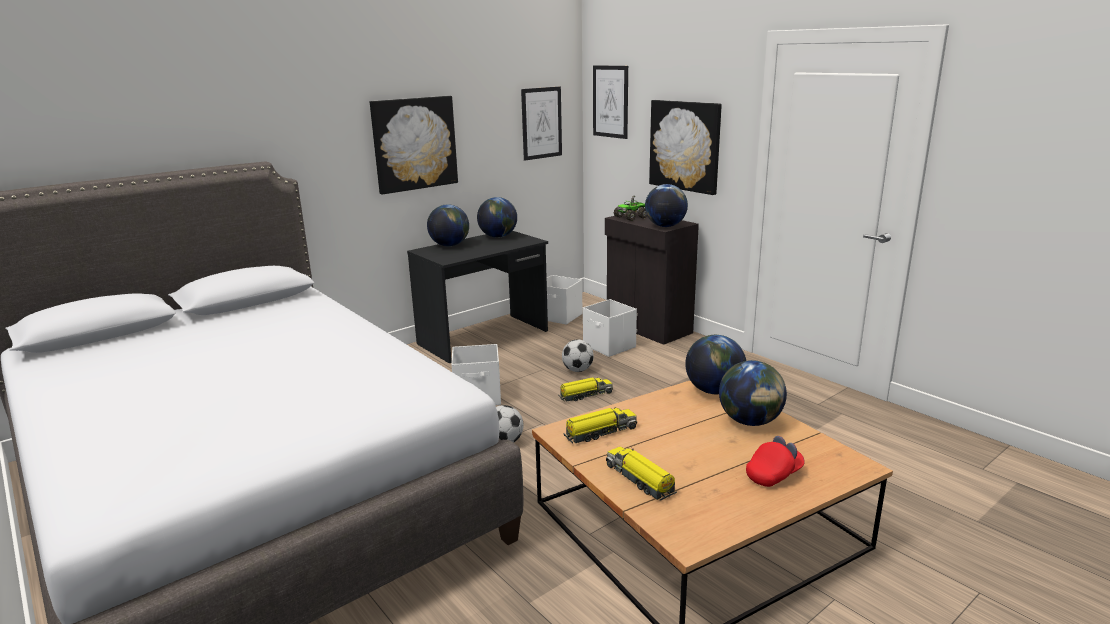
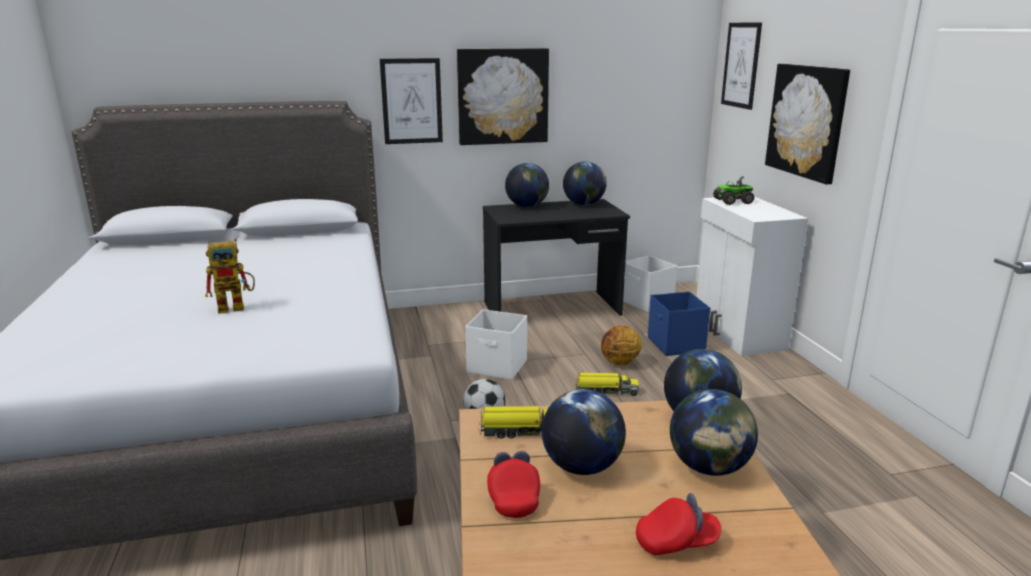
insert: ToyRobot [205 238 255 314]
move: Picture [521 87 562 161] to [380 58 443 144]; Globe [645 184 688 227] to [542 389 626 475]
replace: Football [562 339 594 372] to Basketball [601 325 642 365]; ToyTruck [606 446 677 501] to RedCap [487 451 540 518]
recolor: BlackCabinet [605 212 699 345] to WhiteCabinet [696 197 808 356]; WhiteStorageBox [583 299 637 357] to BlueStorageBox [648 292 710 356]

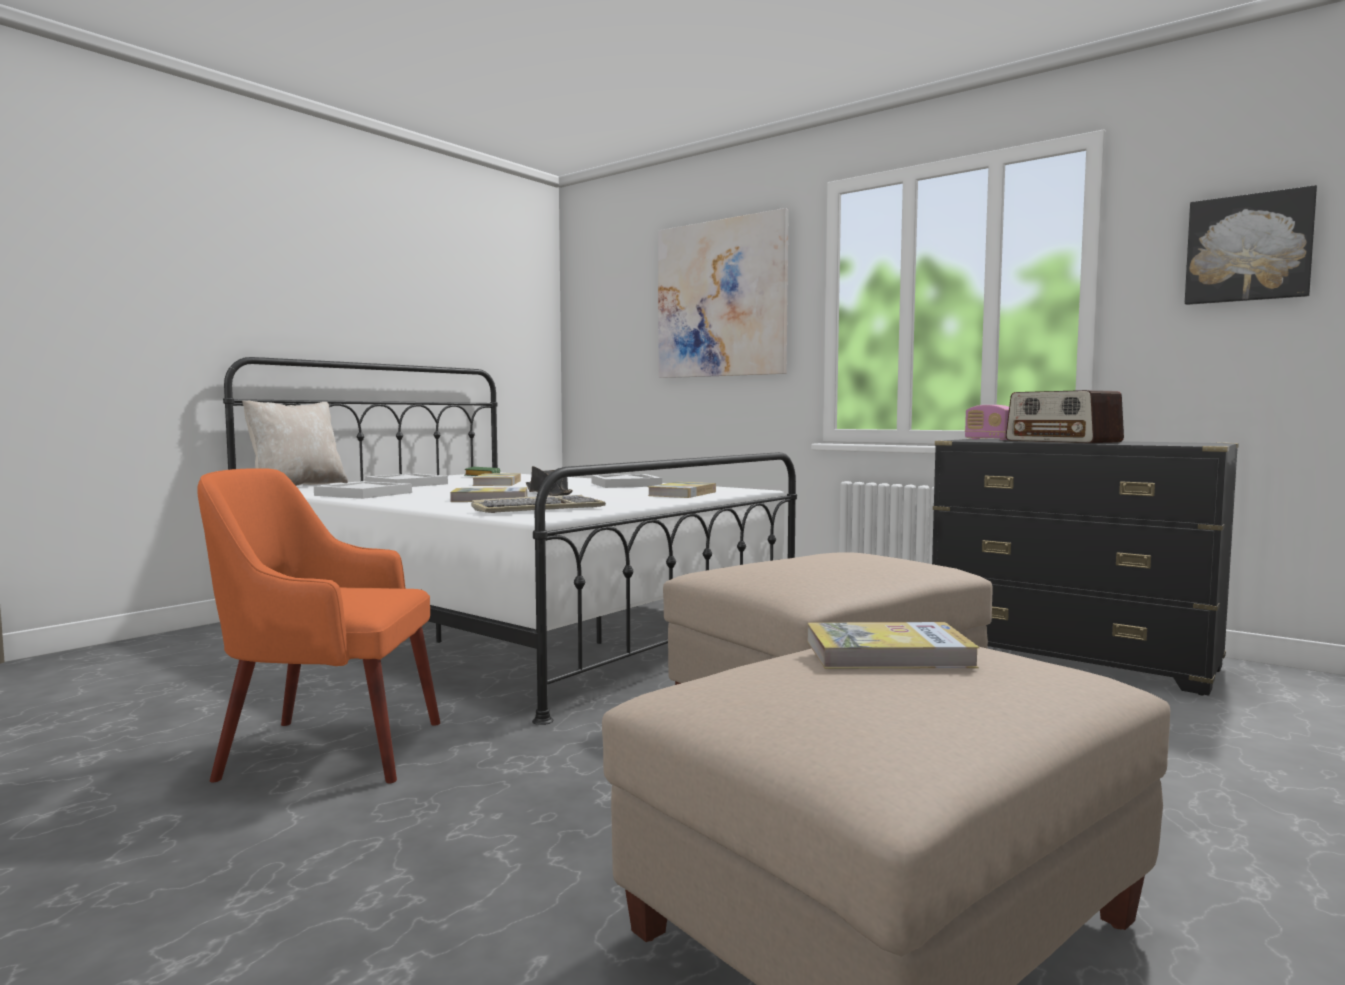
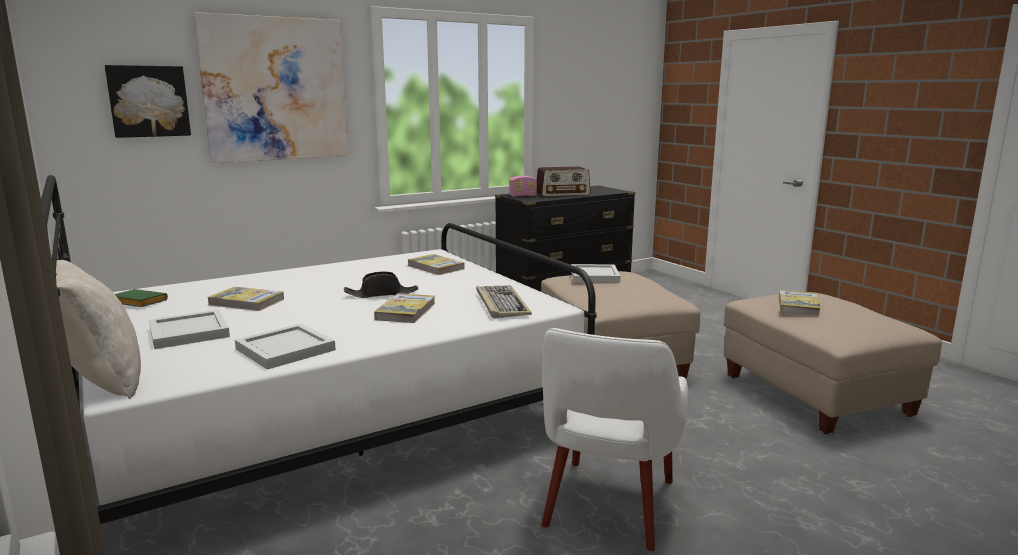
move: Picture [1185 185 1317 305] to [105 65 191 138]; WhiteTray [591 474 662 488] to [571 264 621 282]
recolor: OrangeArmchair [198 468 440 783] to WhiteArmchair [541 328 688 551]

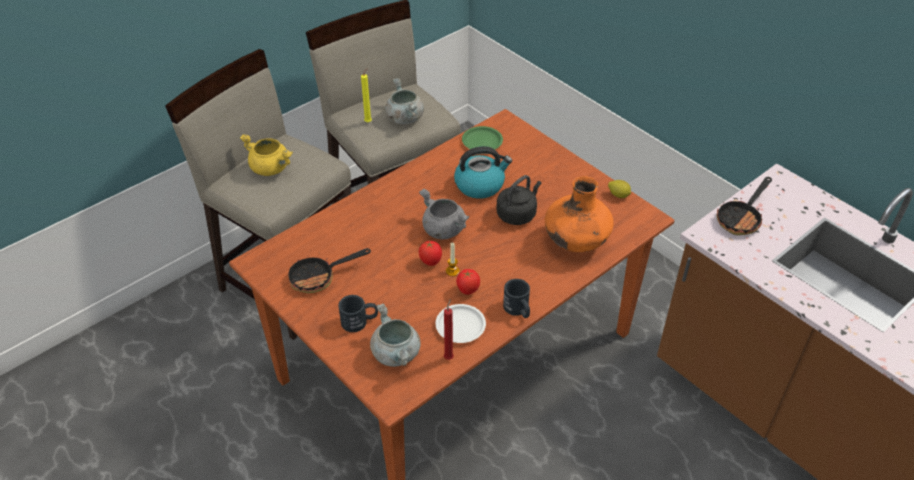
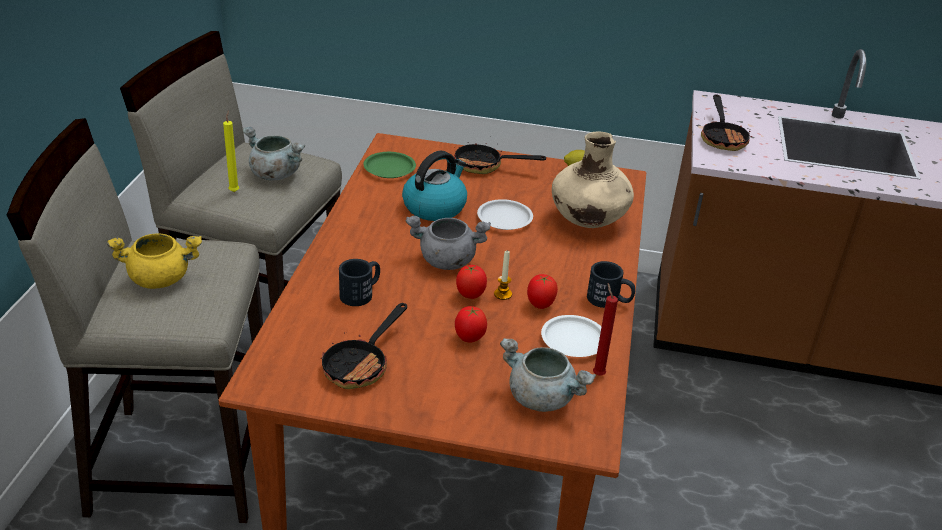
insert: FryingPan [454 143 546 174]; Tomato [455 306 487 343]
move: BlackMug [338 295 378 332] to [339 259 380 306]
replace: BlackKettle [496 175 541 225] to WhitePlate [477 199 533 230]
recolor: OrangeVase [545 176 614 252] to BeigeVase [552 131 634 228]

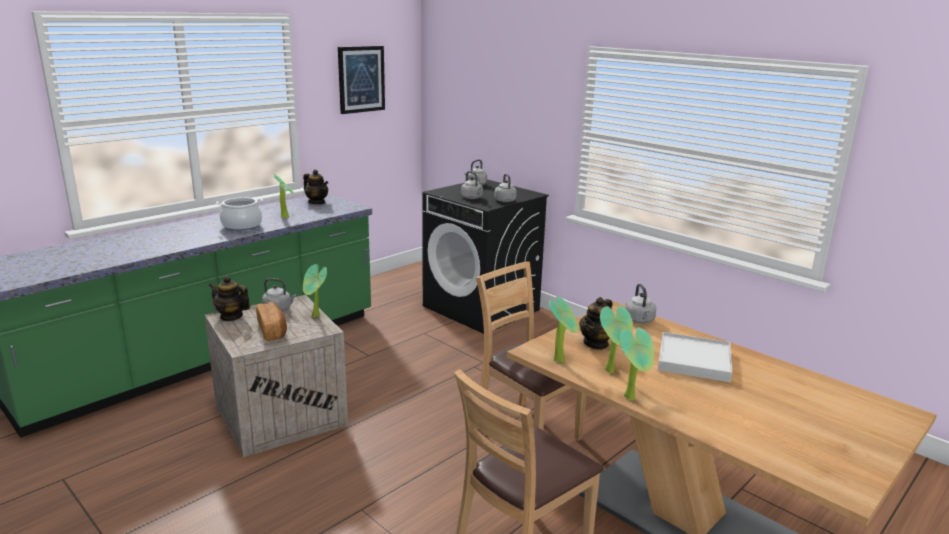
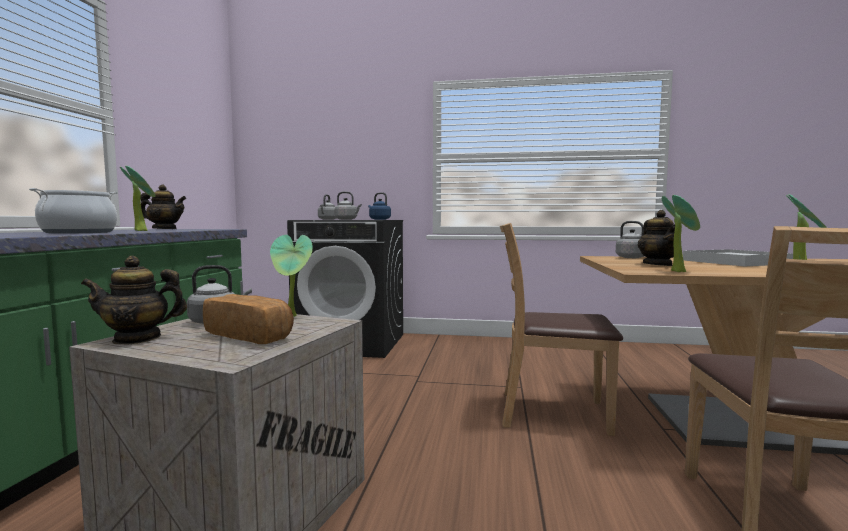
delete: Picture [338 46 385 114]; PottedPlant [600 306 633 374]
recolor: GreyKettle [494 174 517 202] to BlueKettle [368 192 391 220]

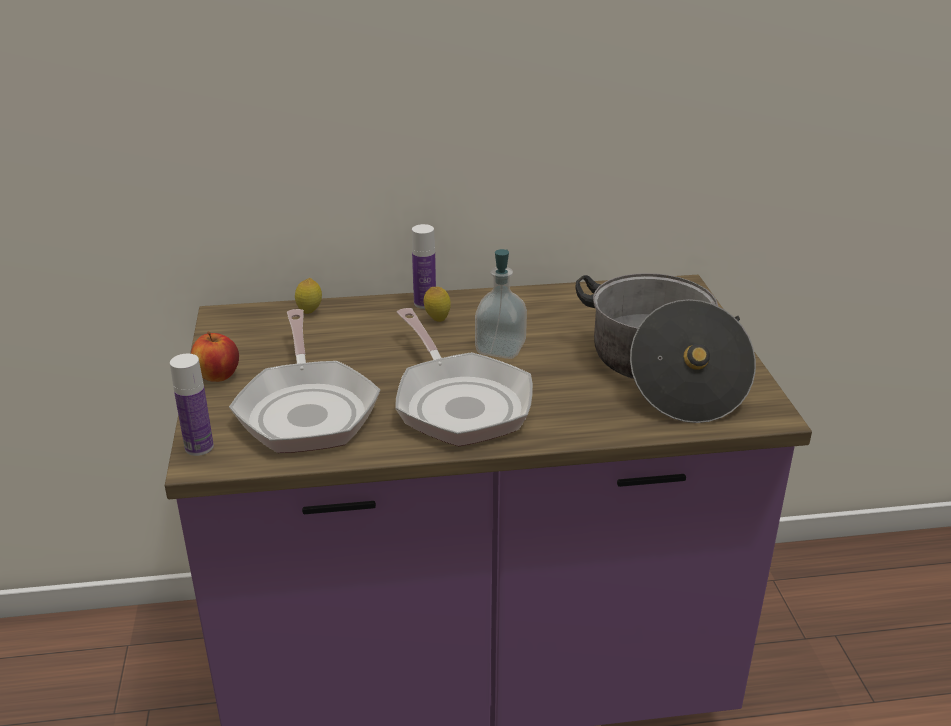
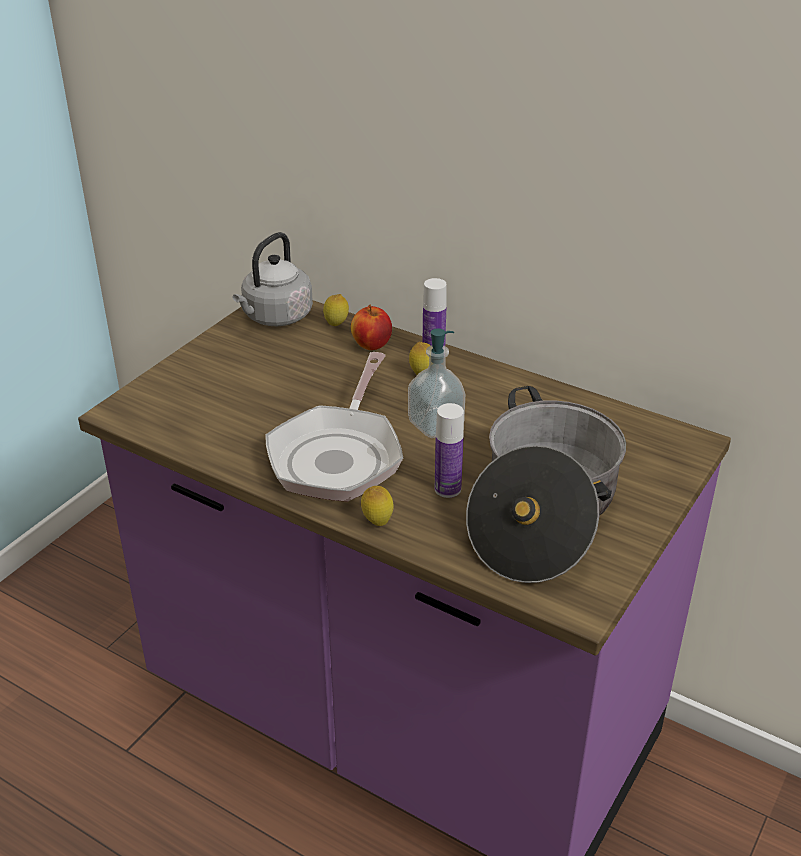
delete: FryingPan [229 309 381 453]
insert: GreyKettle [232 232 313 326]; Lemon [361 486 393 526]
move: Apple [191 331 239 382] to [351 305 392 350]; Bottle [170 354 214 456] to [435 403 464 498]

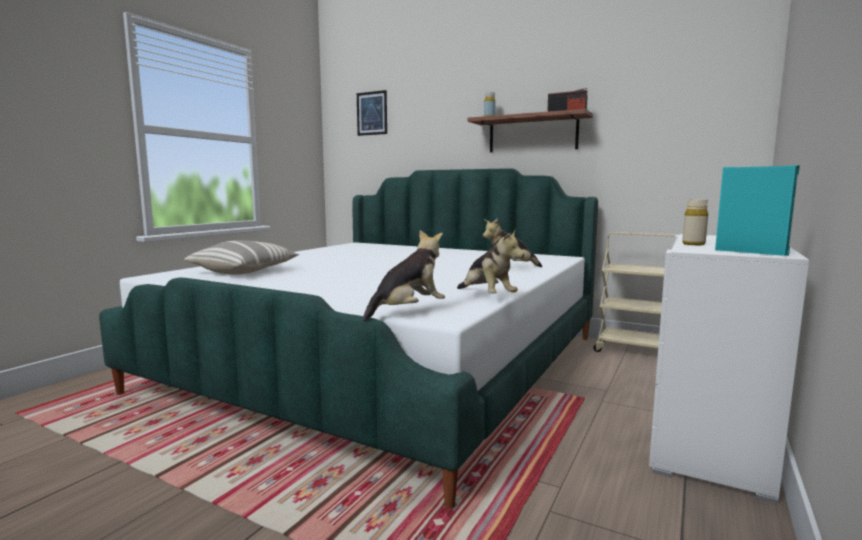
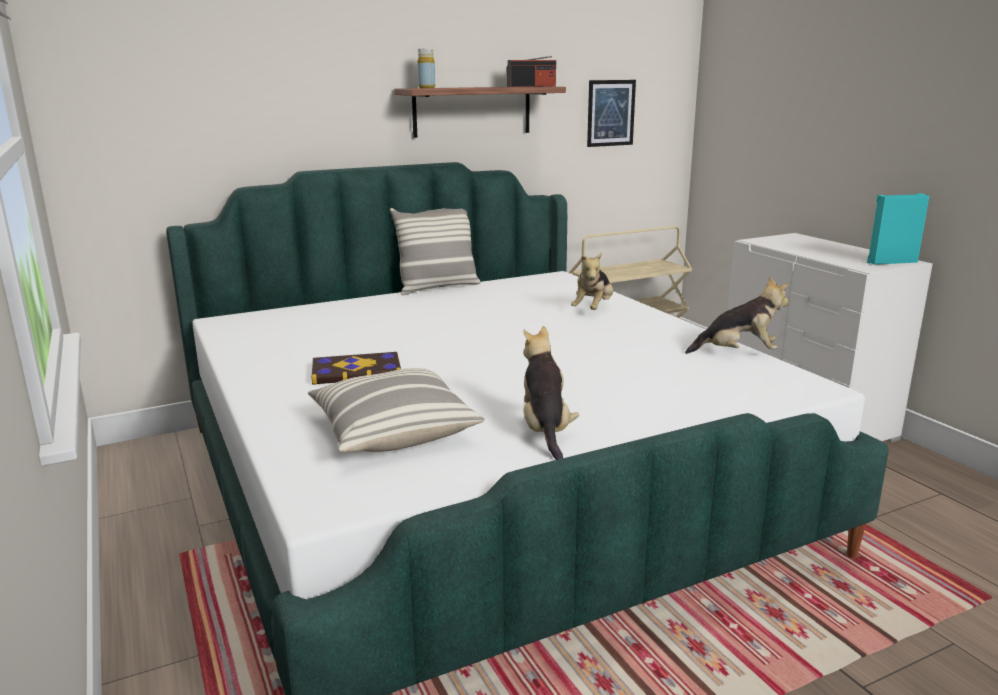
delete: BeigeBottle [682 200 708 245]
insert: Pillow [390 208 481 295]; Book [312 352 401 385]
move: Picture [357 90 387 136] to [587 80 636 147]; PlushToy [362 230 445 321] to [523 326 579 460]

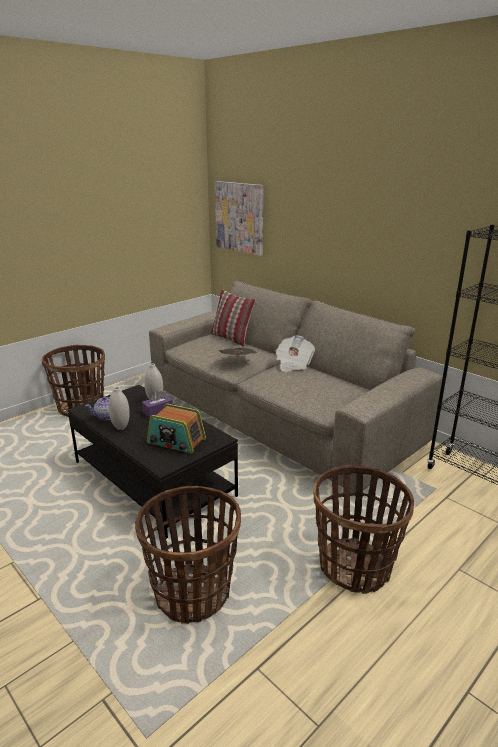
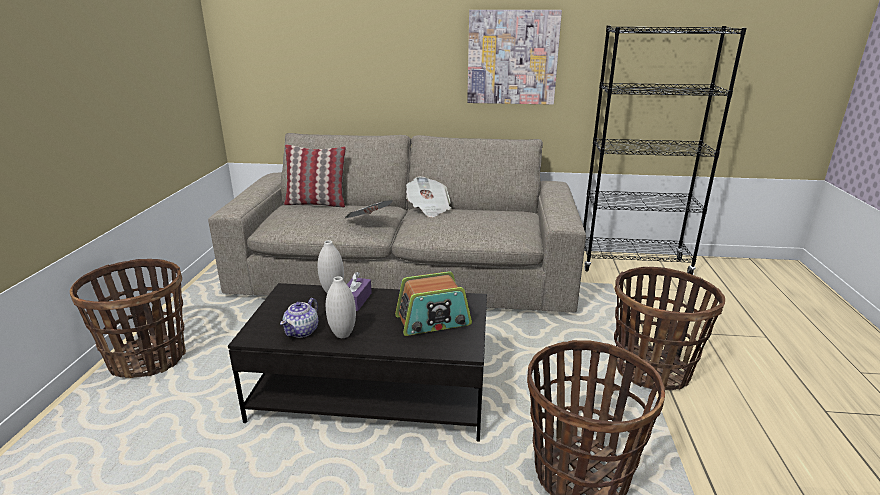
move: Picture [215 181 263 256] to [467 10 562 105]

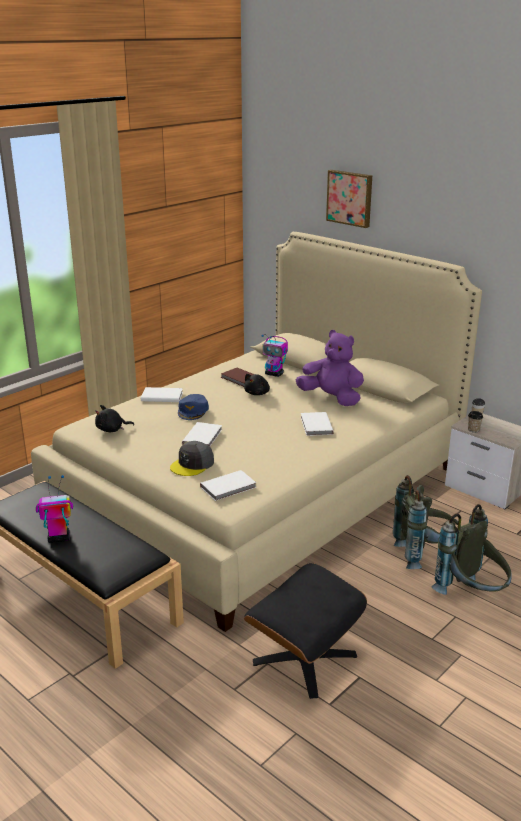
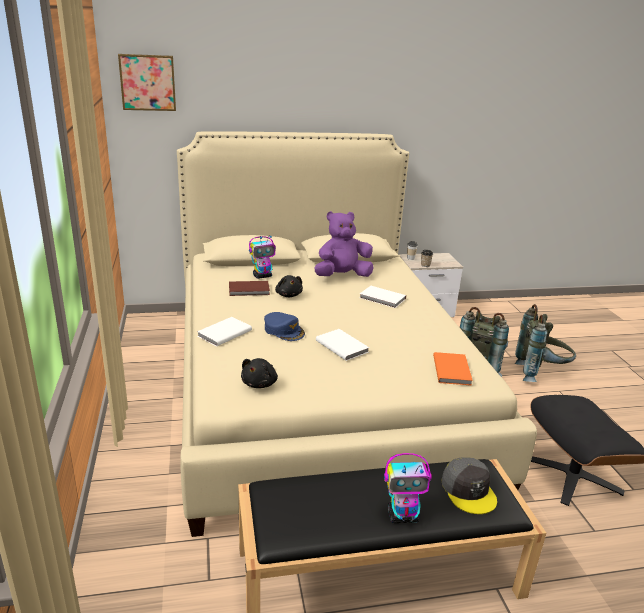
move: Picture [326 170 372 228] to [118 54 176 111]; GreyCap [170 441 214 476] to [442 457 497 514]
recolor: WhiteBook [200 470 257 501] to OrangeBook [433 352 473 386]
rotate: ToyRobot [36 475 73 543] = [384 453 432 523] 120 degrees counterclockwise

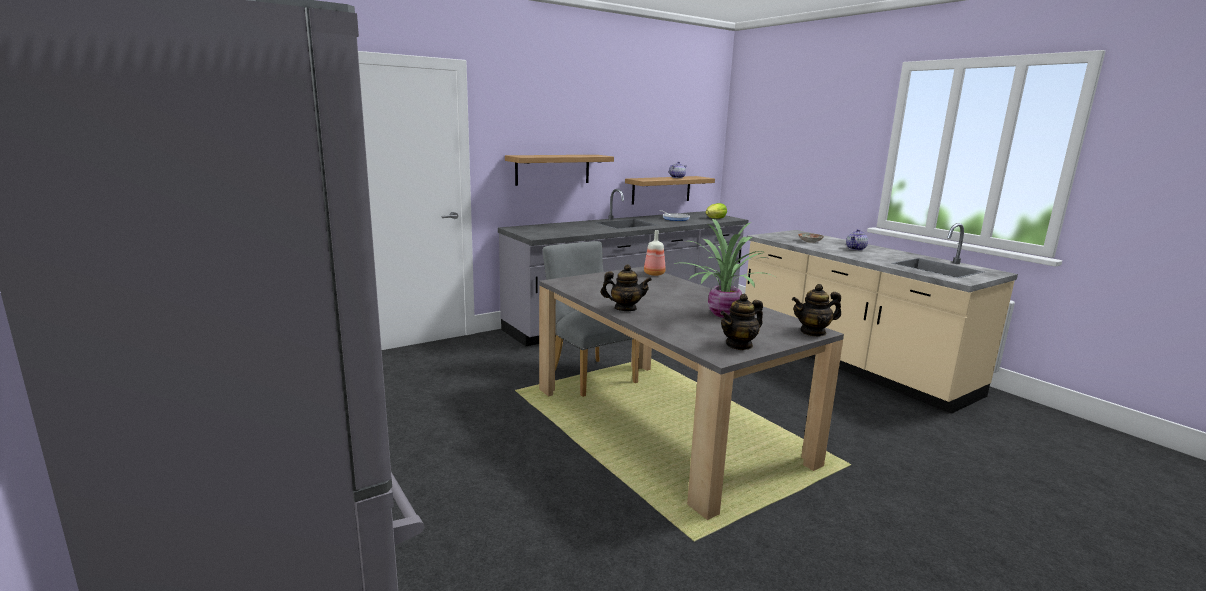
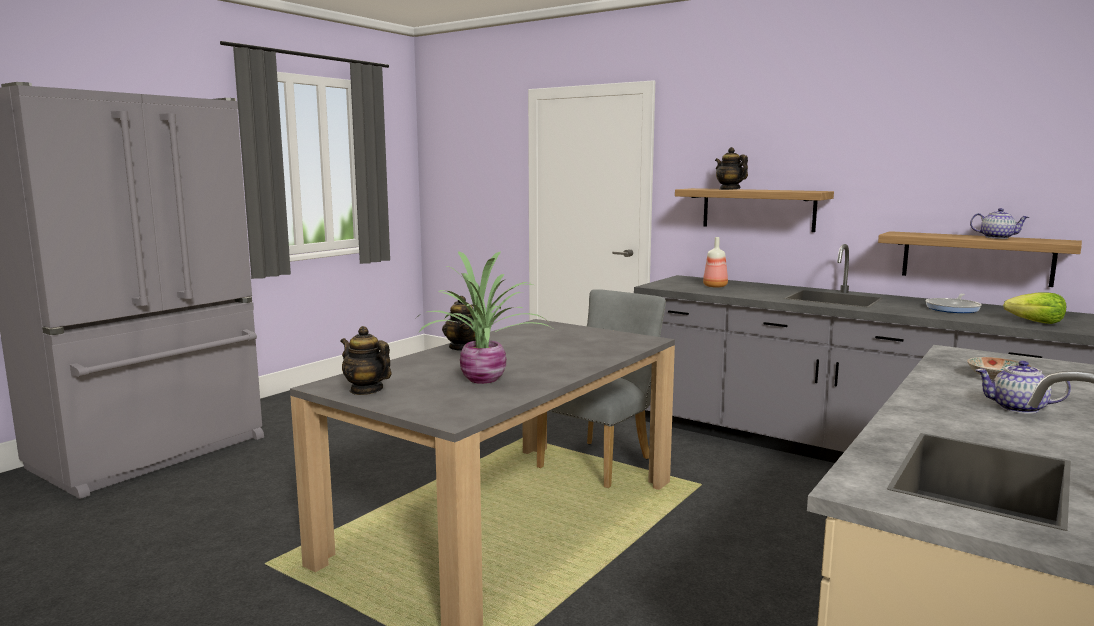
move: Bottle [644 230 666 276] to [703 237 728 288]; Teapot [792 284 841 337] to [715 147 748 190]

